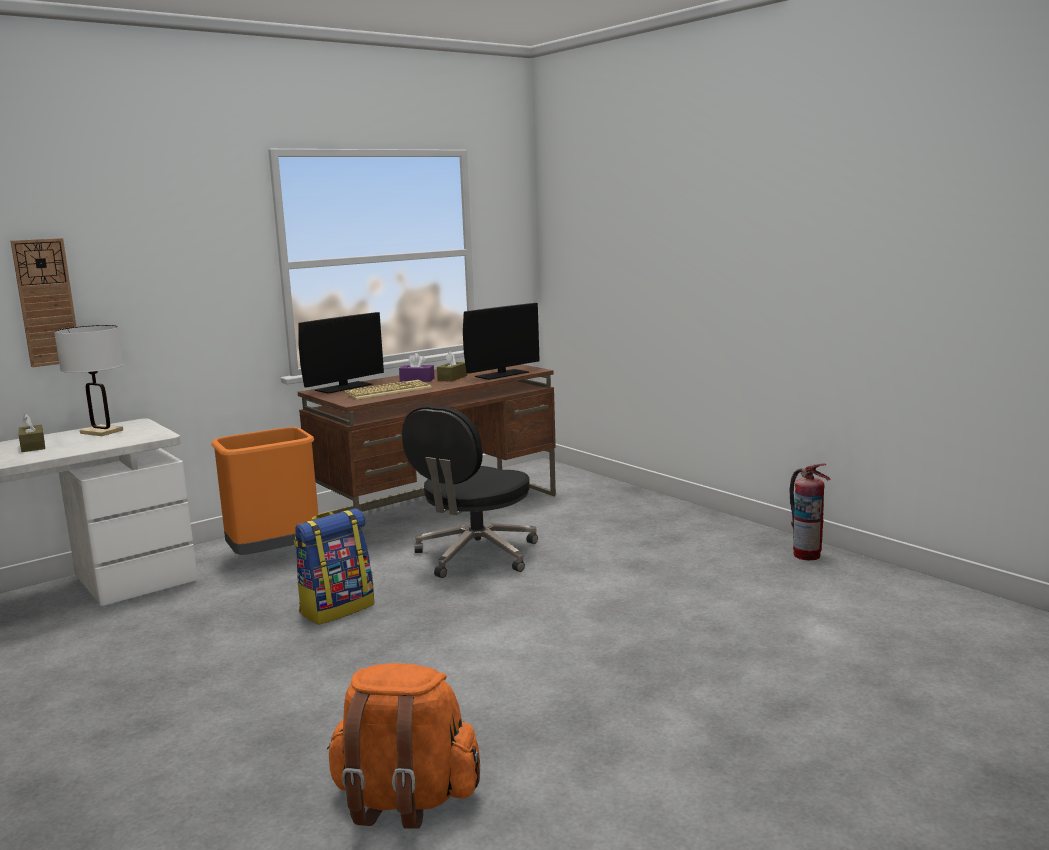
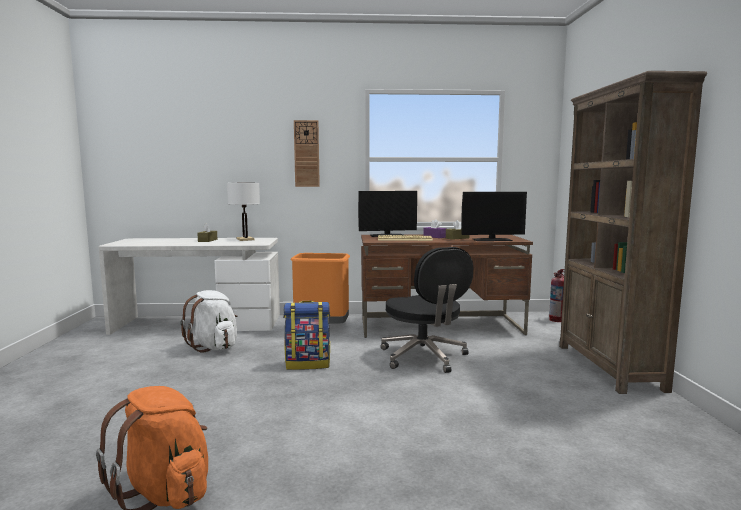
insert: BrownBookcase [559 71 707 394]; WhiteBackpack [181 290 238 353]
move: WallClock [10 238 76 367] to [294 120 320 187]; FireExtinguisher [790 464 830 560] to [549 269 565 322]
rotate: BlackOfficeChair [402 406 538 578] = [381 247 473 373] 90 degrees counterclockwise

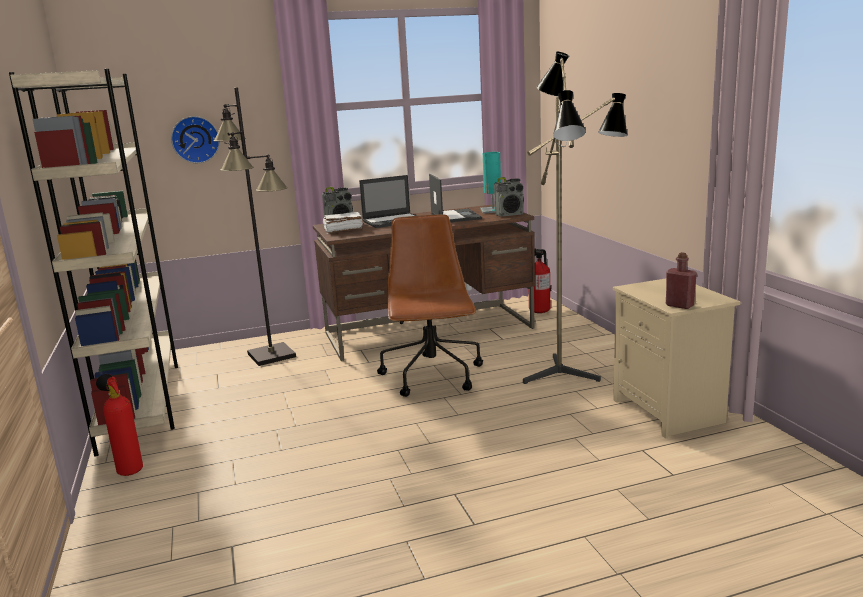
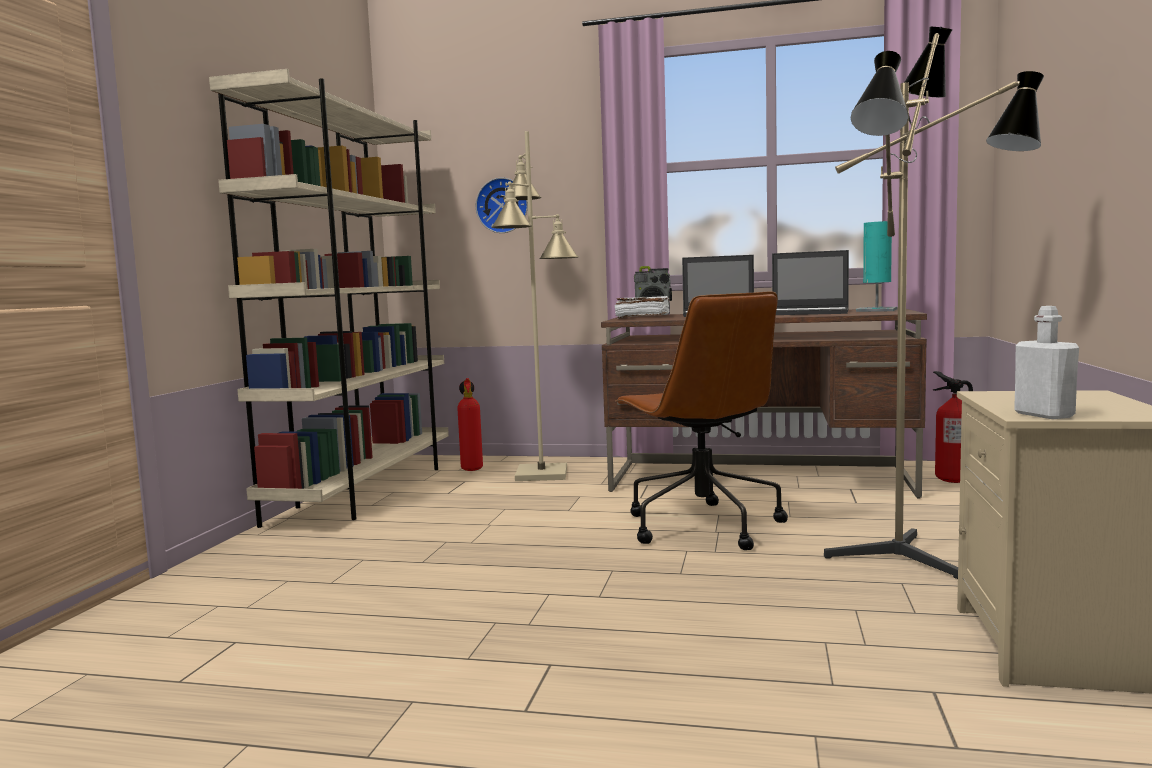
delete: Radio [494 177 524 217]
move: FireExtinguisher [96 374 143 476] to [458 378 483 471]
recolor: BlackFloorLamp [214 87 296 366] to BeigeFloorLamp [492 131 578 481]; RedBottle [666 252 697 309] to WhiteBottle [1014 306 1079 419]
rotate: Laptop [429 174 482 222] = [772 250 849 315] 90 degrees clockwise; BrownOfficeChair [377 214 483 397] = [615 291 788 550] 135 degrees clockwise

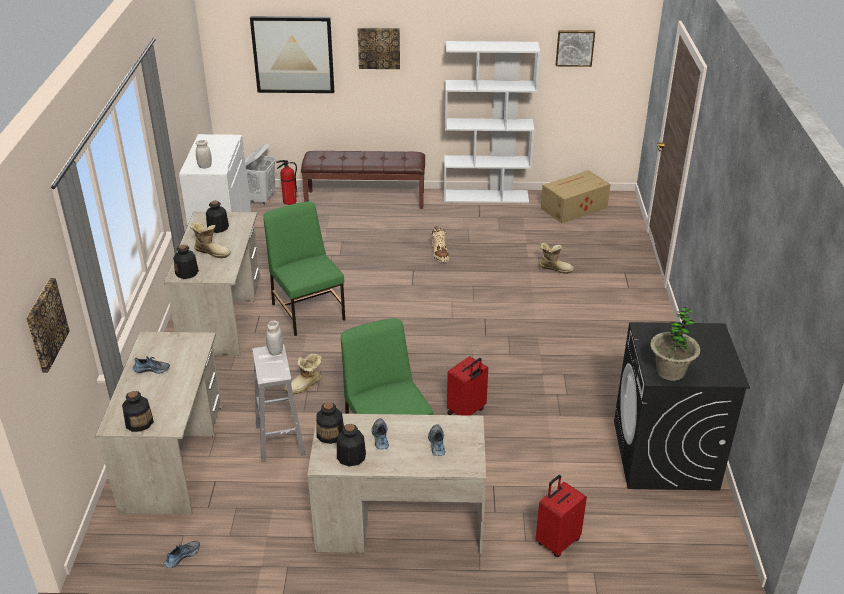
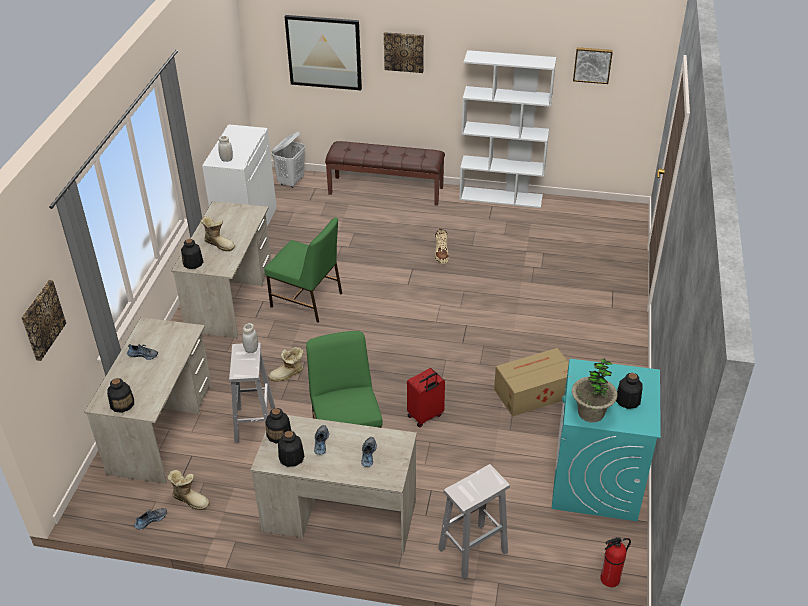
move: FireExtinguisher [276 160 298 205] to [600 537 631 587]; CardboardBox [541 170 610 223] to [494 348 569 417]; Bottle [206 201 229 233] to [616 373 643 409]; Boot [539 243 574 274] to [167 470 209 510]
replace: RedSuitcase [536 475 587 557] to WhiteStool [438 464 510 579]
recolor: BlackWashingMachine [614 322 750 491] to TurquoiseWashingMachine [552 359 661 521]
rotate: GreenChair [263 201 345 336] = [264 217 342 323] 135 degrees clockwise

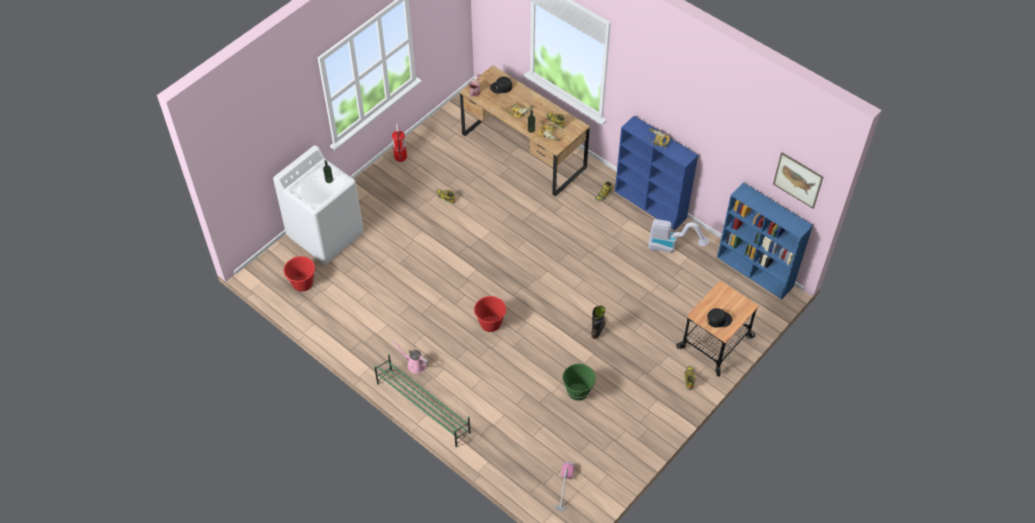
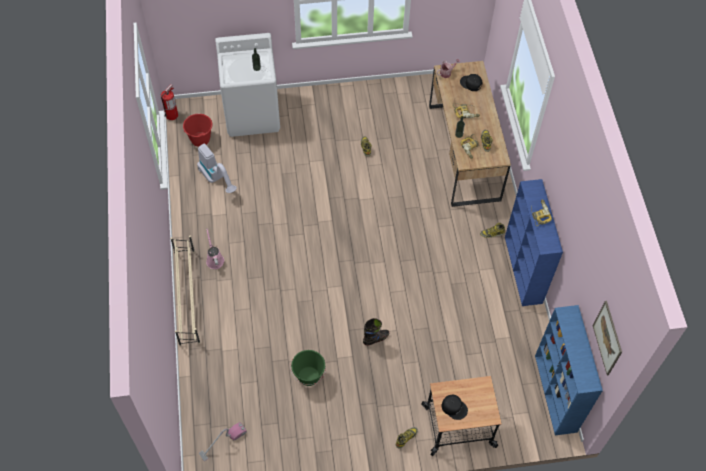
delete: RedBucket [474 296 506 332]
move: FireExtinguisher [392 123 407 162] to [161 84 178 120]; VacuumCleaner [648 219 709 253] to [197 144 237 193]
recolor: GreenShoeRack [374 354 471 447] to BeigeShoeRack [170 235 201 346]

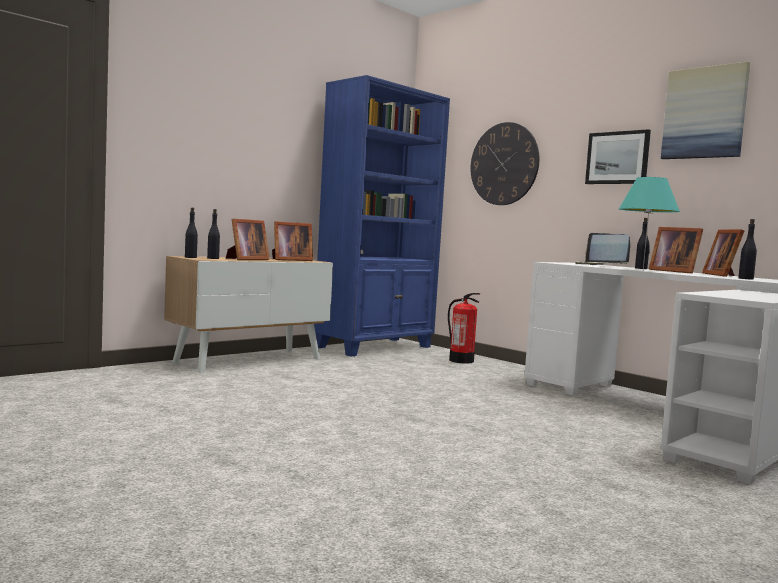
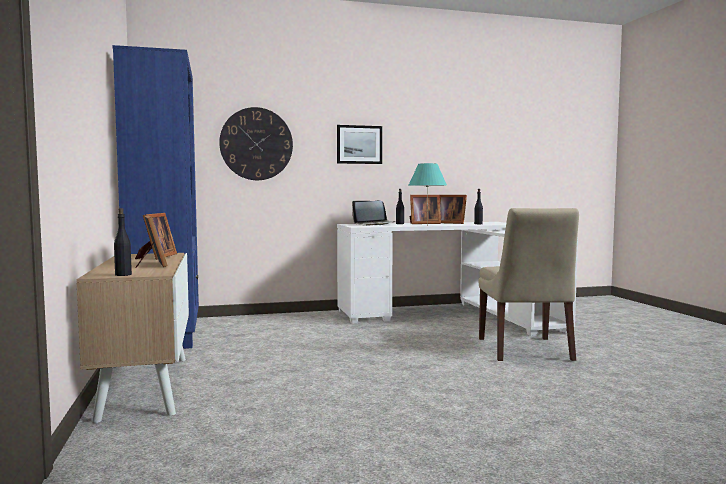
delete: Picture [661 61 750 159]; BlackBottle [207 209 220 259]; FireExtinguisher [448 293 480 364]
insert: BeigeChair [479 208 579 361]

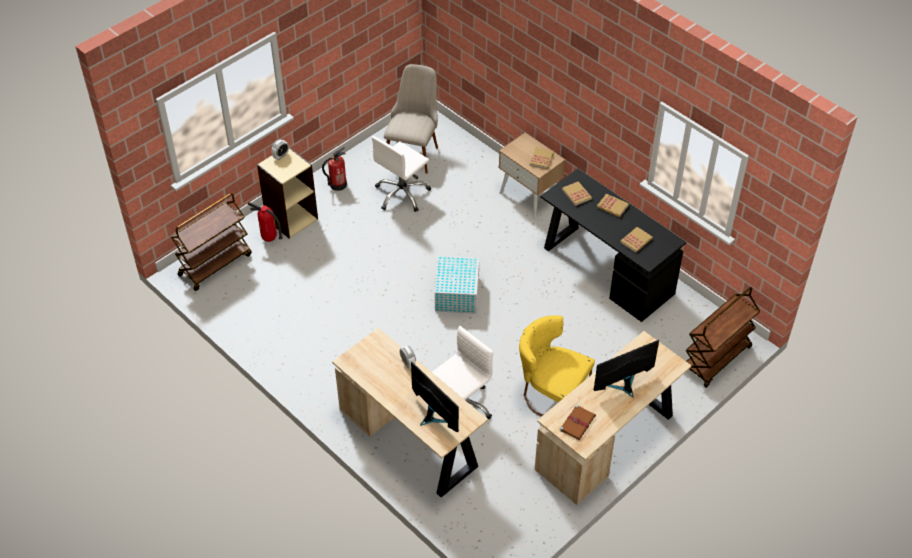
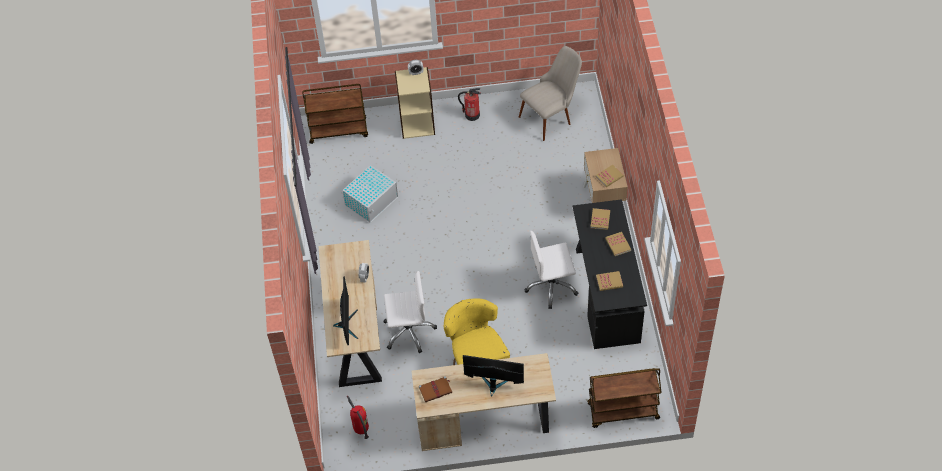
move: WhiteOfficeChair [372 136 431 212] to [524 231 578 309]; FireExtinguisher [248 202 283 242] to [347 396 369 439]; WhiteStorageBox [435 256 479 314] to [342 165 398 223]

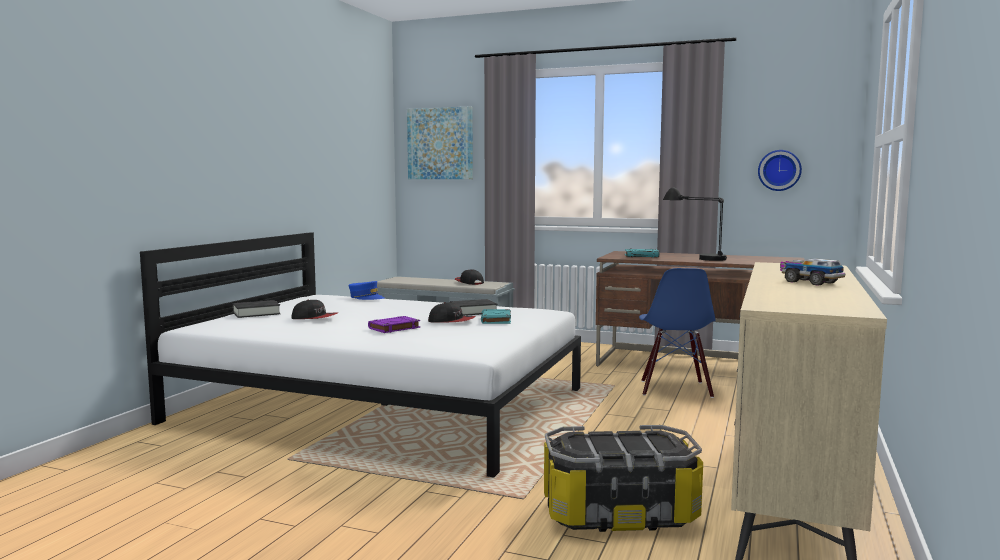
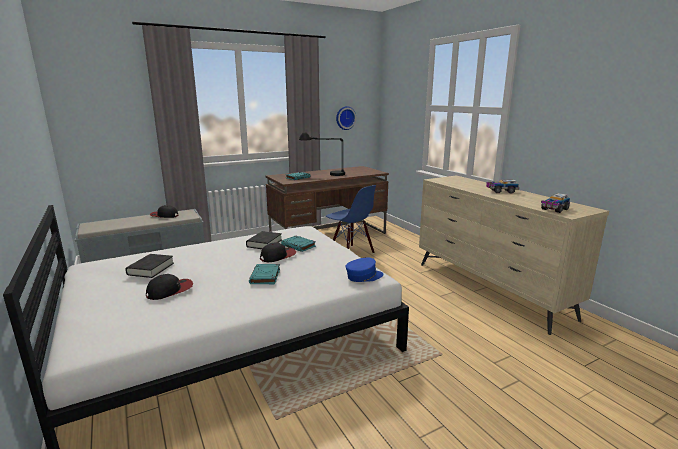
delete: Picture [407 106 473 179]; StorageBox [544 425 703 532]
insert: ToyTruck [541 193 570 213]
move: BlueCap [348 281 385 300] to [346 257 384 282]; BlackBook [232 300 281 318] to [125 254 174 278]
recolor: PurpleBook [368 316 420 333] to TurquoiseBook [249 264 280 284]

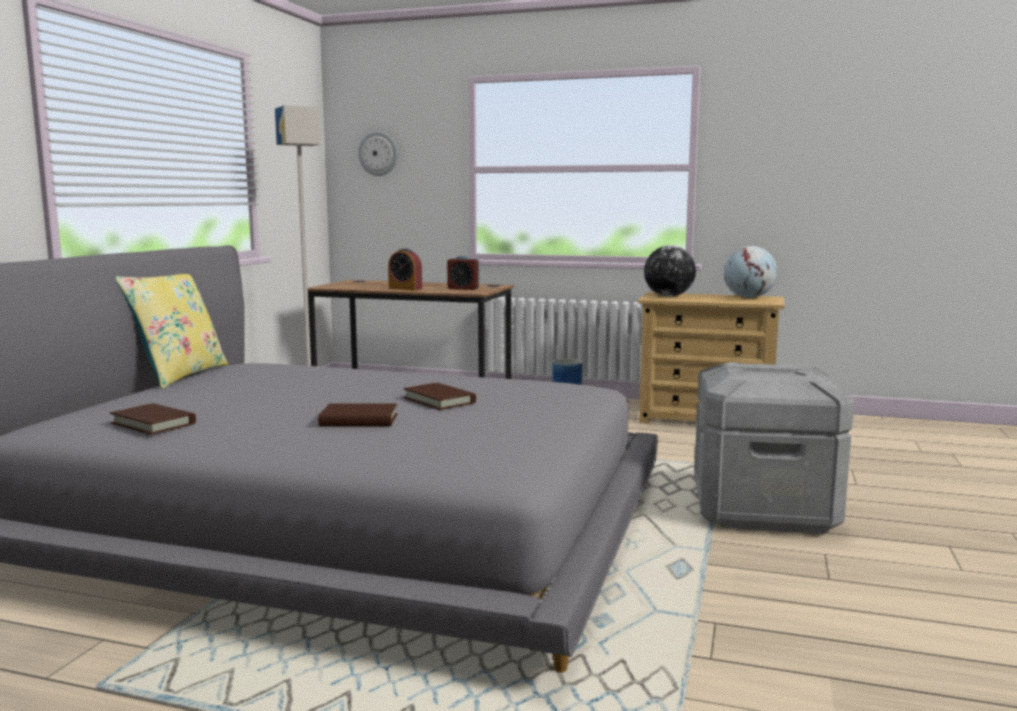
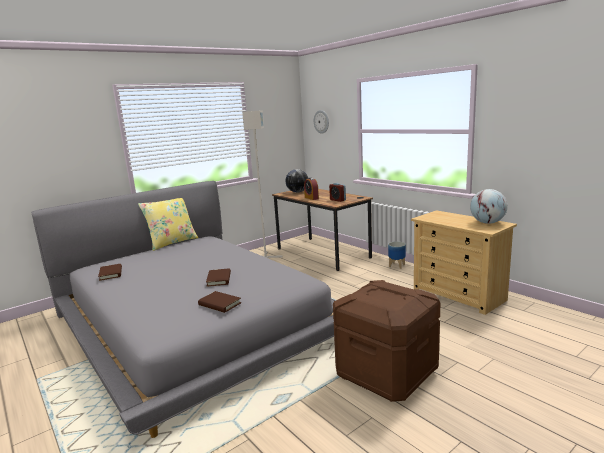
move: Globe [644 245 696 297] to [285 169 308 193]; BrownBook [318 404 397 426] to [198 291 241 313]
recolor: GreyStorageBox [694 362 854 533] to BrownStorageBox [333 280 440 402]

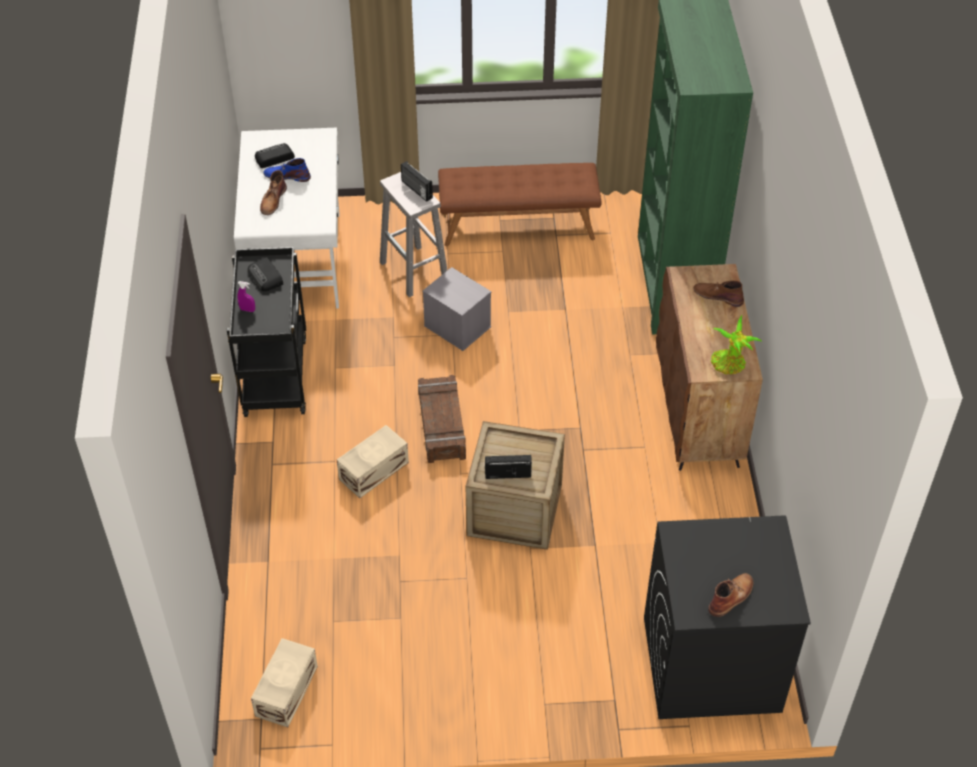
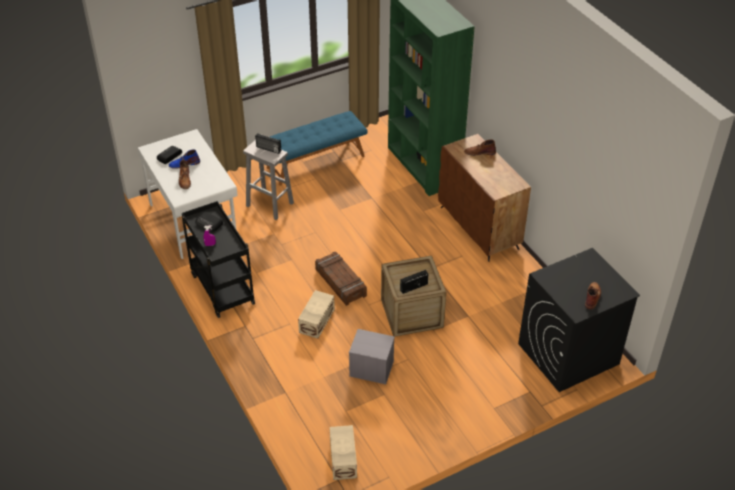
delete: PottedPlant [711 315 763 374]
move: GreyStorageBox [423 267 491 351] to [349 329 395 384]
recolor: BrownBench [438 163 602 246] to BlueBench [267 111 367 186]

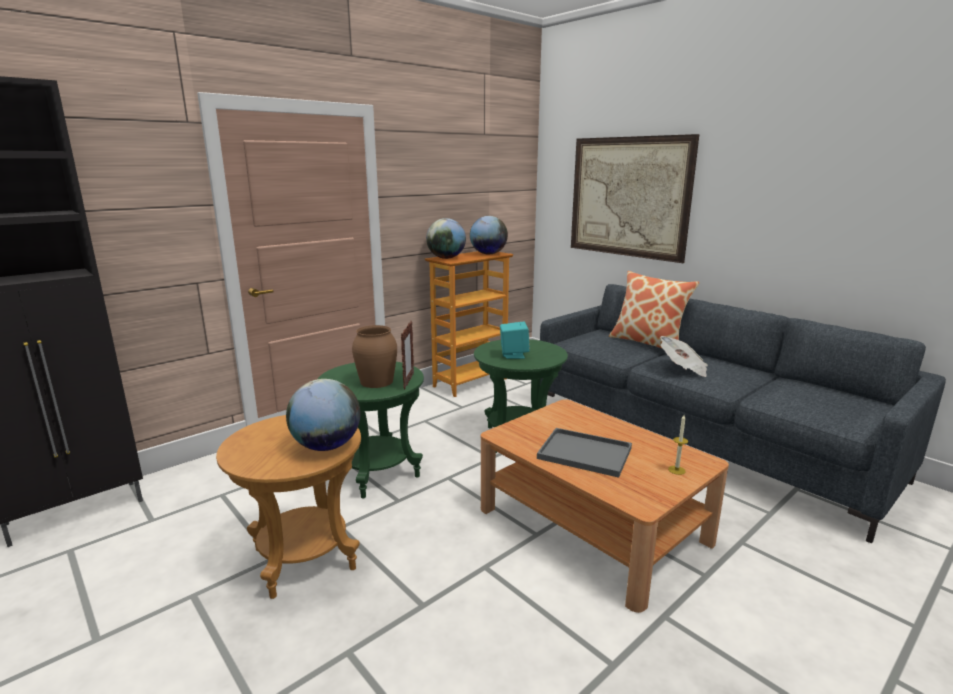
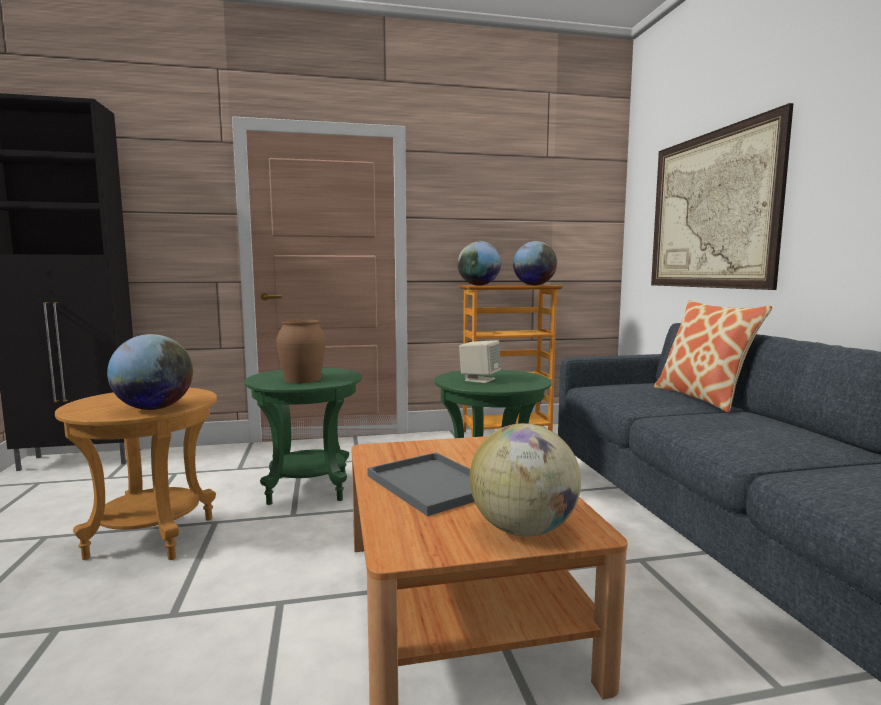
delete: PictureFrame [401 321 414 389]; Newspaper [660 336 708 377]
replace: Candle [668 415 688 475] to Globe [470 423 581 537]
recolor: TurquoiseSpeaker [500 322 530 359] to BeigeSpeaker [459 340 501 383]

